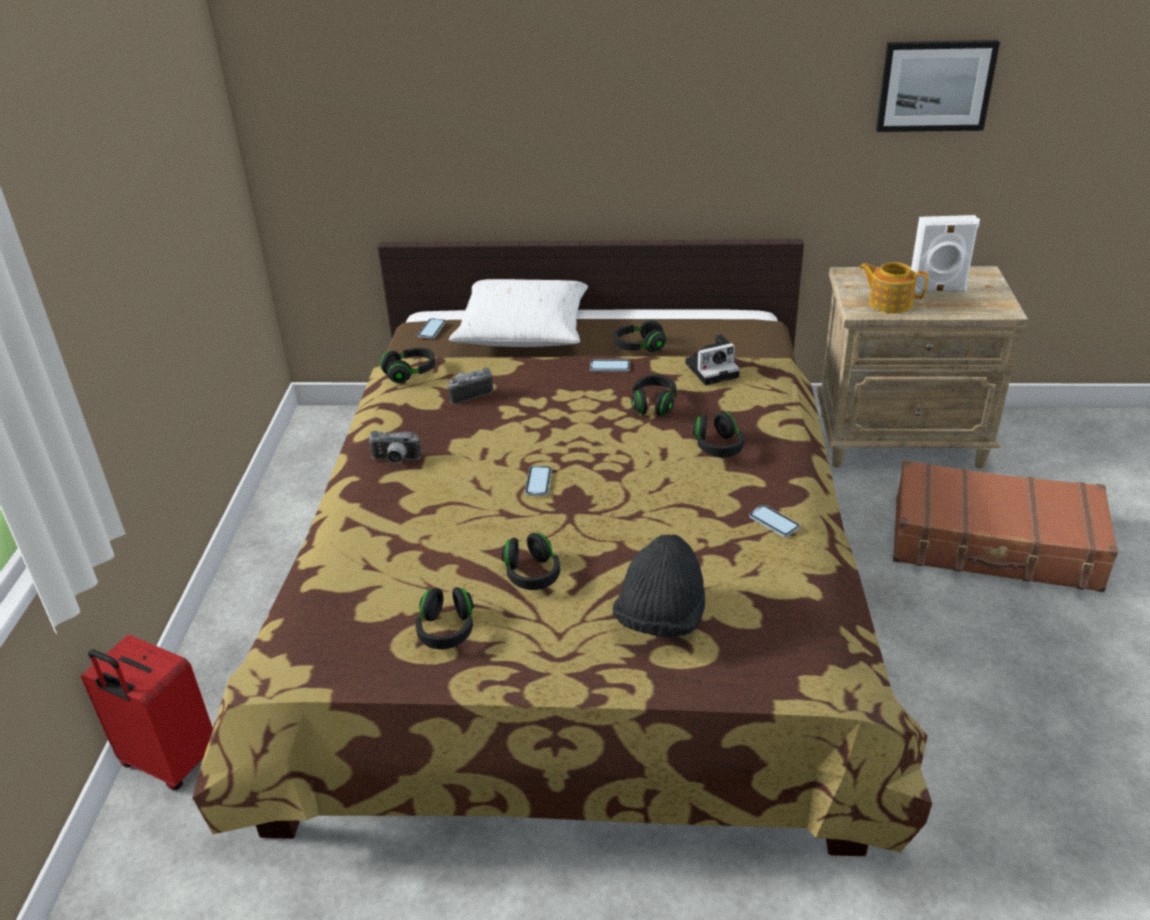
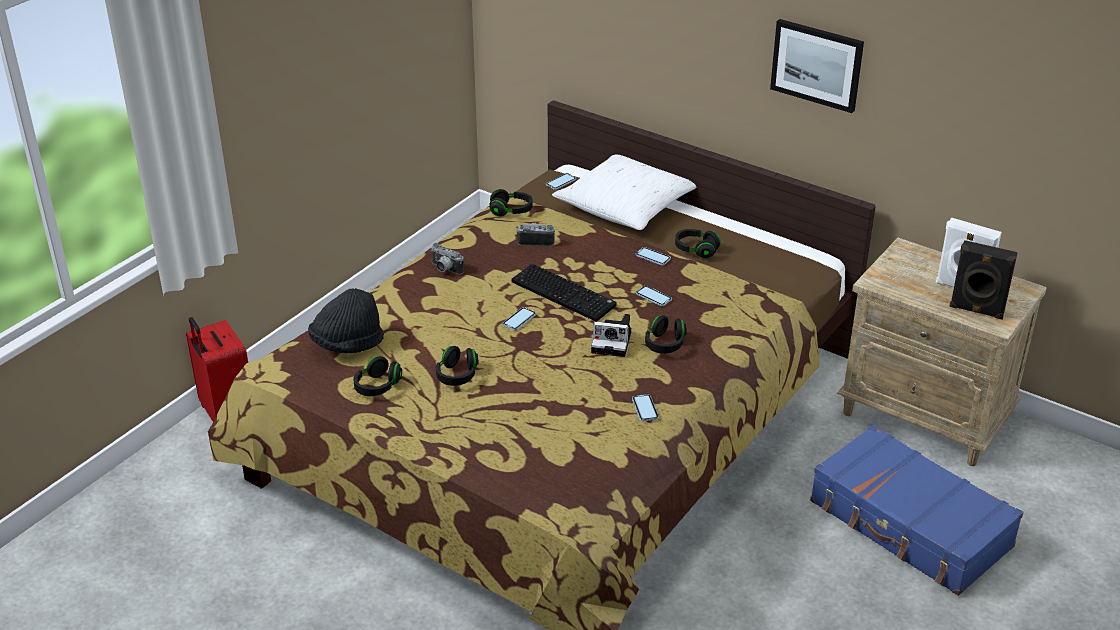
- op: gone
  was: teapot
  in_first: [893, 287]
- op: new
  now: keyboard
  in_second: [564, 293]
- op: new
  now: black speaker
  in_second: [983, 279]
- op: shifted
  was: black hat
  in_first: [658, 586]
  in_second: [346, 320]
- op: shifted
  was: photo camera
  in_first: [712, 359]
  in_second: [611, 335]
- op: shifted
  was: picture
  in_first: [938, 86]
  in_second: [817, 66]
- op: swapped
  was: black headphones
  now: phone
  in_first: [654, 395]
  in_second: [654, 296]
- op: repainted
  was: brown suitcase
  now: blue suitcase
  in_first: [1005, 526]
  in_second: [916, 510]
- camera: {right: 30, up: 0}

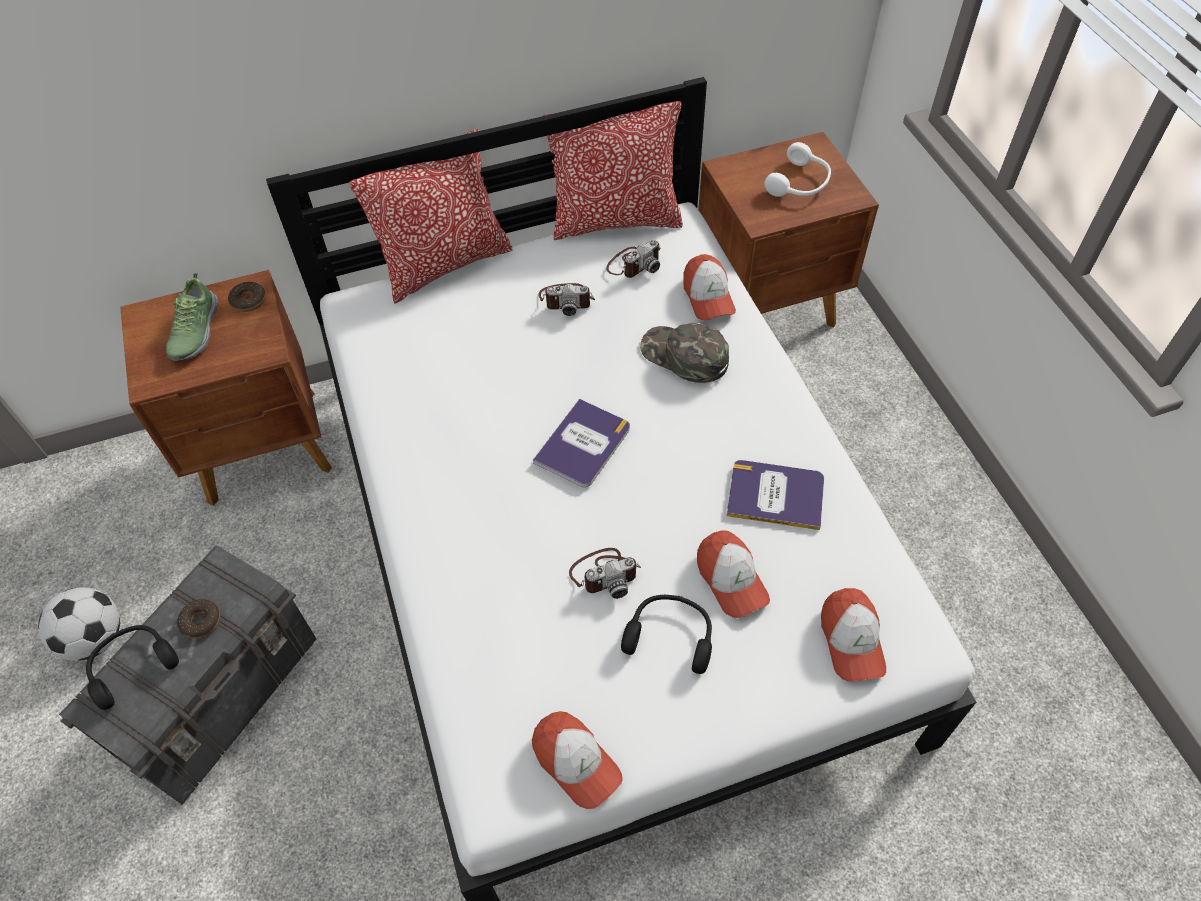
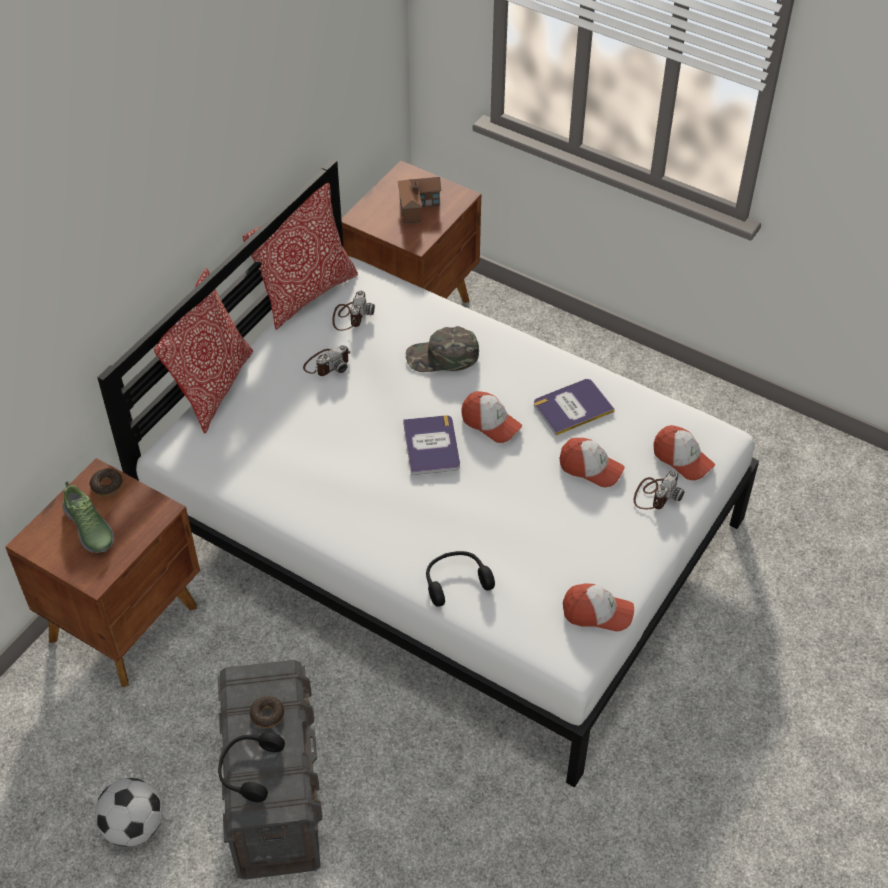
- op: shifted
  was: photo camera
  in_first: [605, 573]
  in_second: [659, 490]
- op: shifted
  was: black headphones
  in_first: [666, 634]
  in_second: [460, 579]
- op: shifted
  was: cap
  in_first: [709, 287]
  in_second: [491, 417]
- op: swapped
  was: white headphones
  now: toy house
  in_first: [797, 169]
  in_second: [419, 200]
- camera: {right: -40, up: -5}

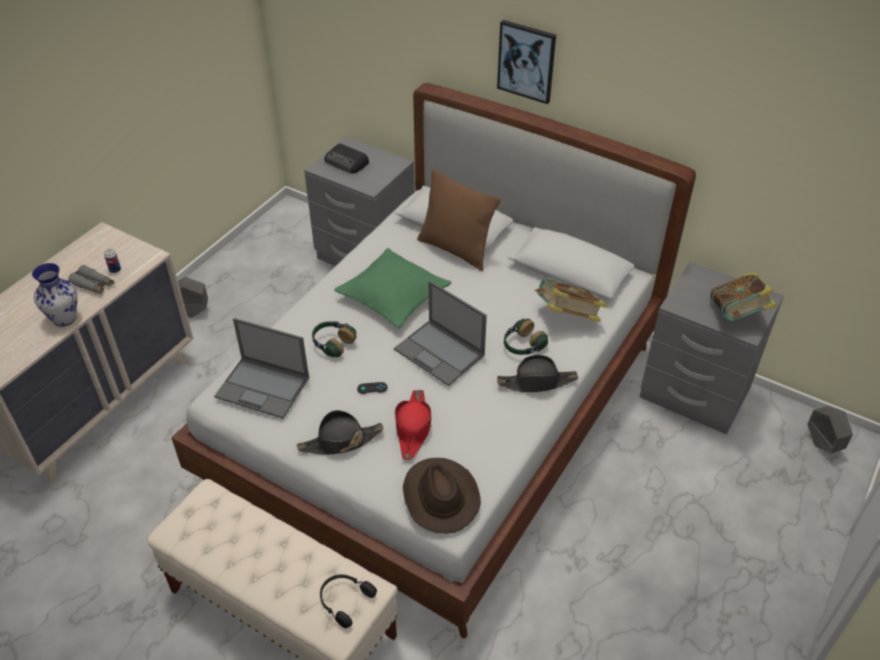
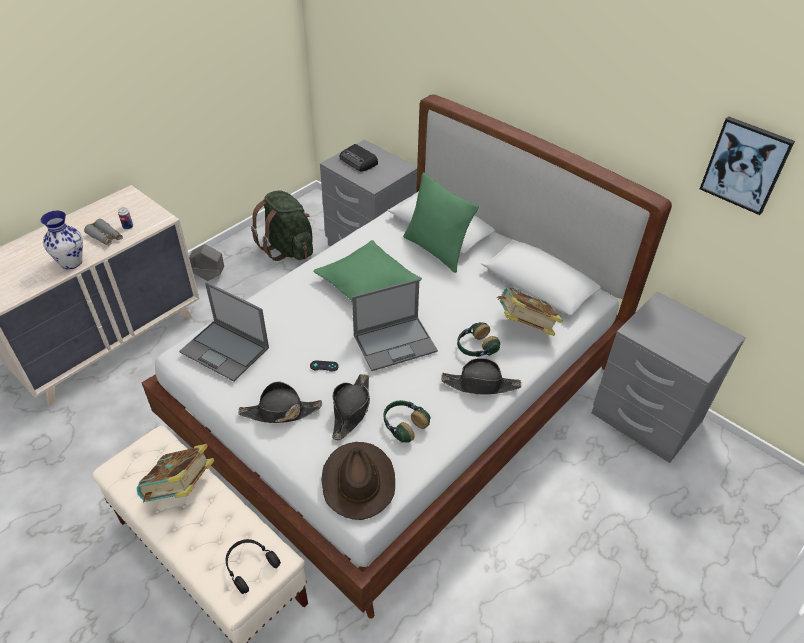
- op: gone
  was: grey planter
  in_first: [830, 429]
- op: new
  now: green backpack
  in_second: [282, 226]
- op: shifted
  was: headphones
  in_first: [334, 339]
  in_second: [406, 421]
- op: shifted
  was: picture
  in_first: [526, 62]
  in_second: [747, 165]
- op: shifted
  was: book
  in_first: [744, 296]
  in_second: [175, 473]
- op: repainted
  was: red hat
  now: black hat
  in_first: [413, 425]
  in_second: [351, 407]
- op: repainted
  was: brown pillow
  now: green pillow
  in_first: [459, 220]
  in_second: [441, 223]
- op: rotated
  was: laptop
  in_first: [440, 333]
  in_second: [395, 325]
  clockwise: -75
- camera: {right: 10, up: 0}

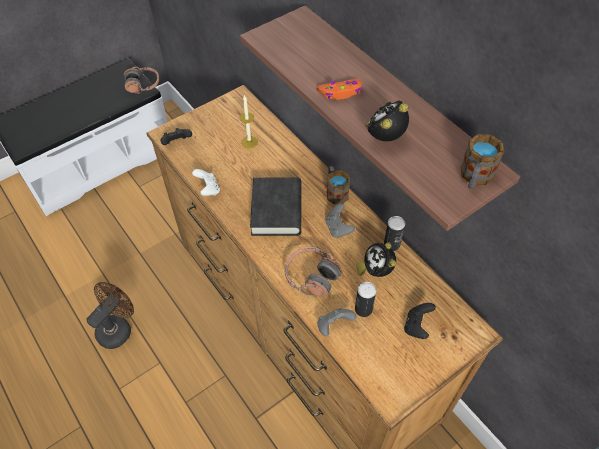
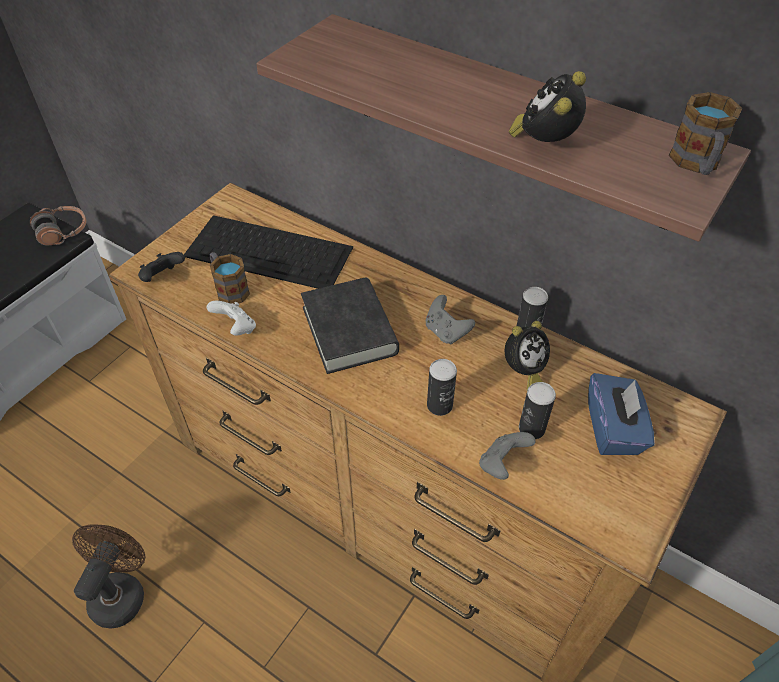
- op: gone
  was: orange game controller
  in_first: [339, 89]
- op: shifted
  was: mug
  in_first: [338, 185]
  in_second: [230, 278]
- op: swapped
  was: candle
  now: keyboard
  in_first: [248, 121]
  in_second: [268, 252]
- op: swapped
  was: headphones
  now: can
  in_first: [313, 271]
  in_second: [442, 387]
- op: swapped
  was: black game controller
  now: blue tissue box
  in_first: [420, 321]
  in_second: [621, 414]
- op: rotated
  was: alarm clock
  in_first: [376, 259]
  in_second: [527, 355]
  clockwise: -90
- camera: {right: -20, up: -5}

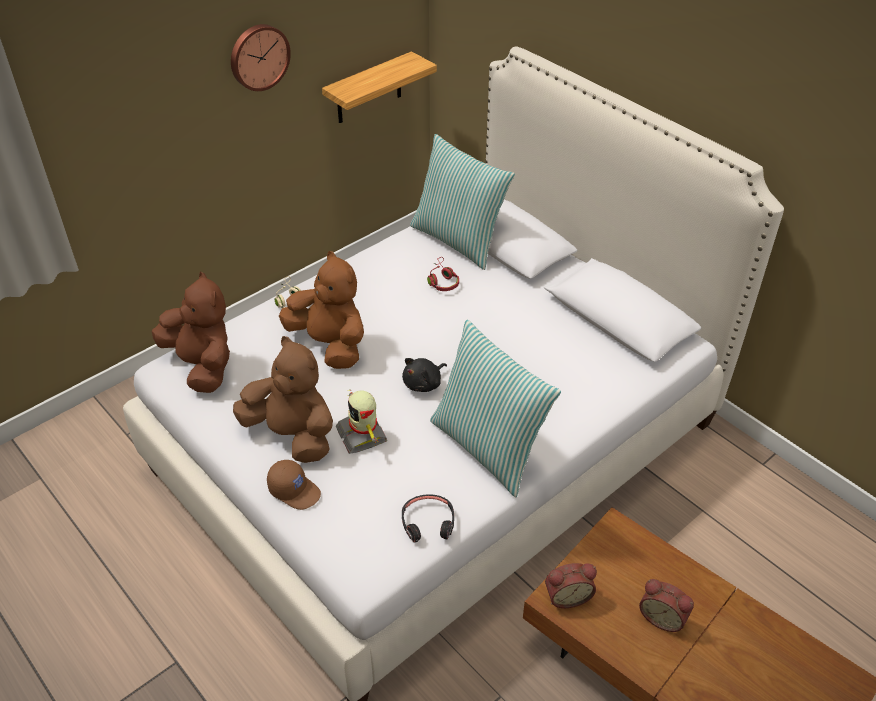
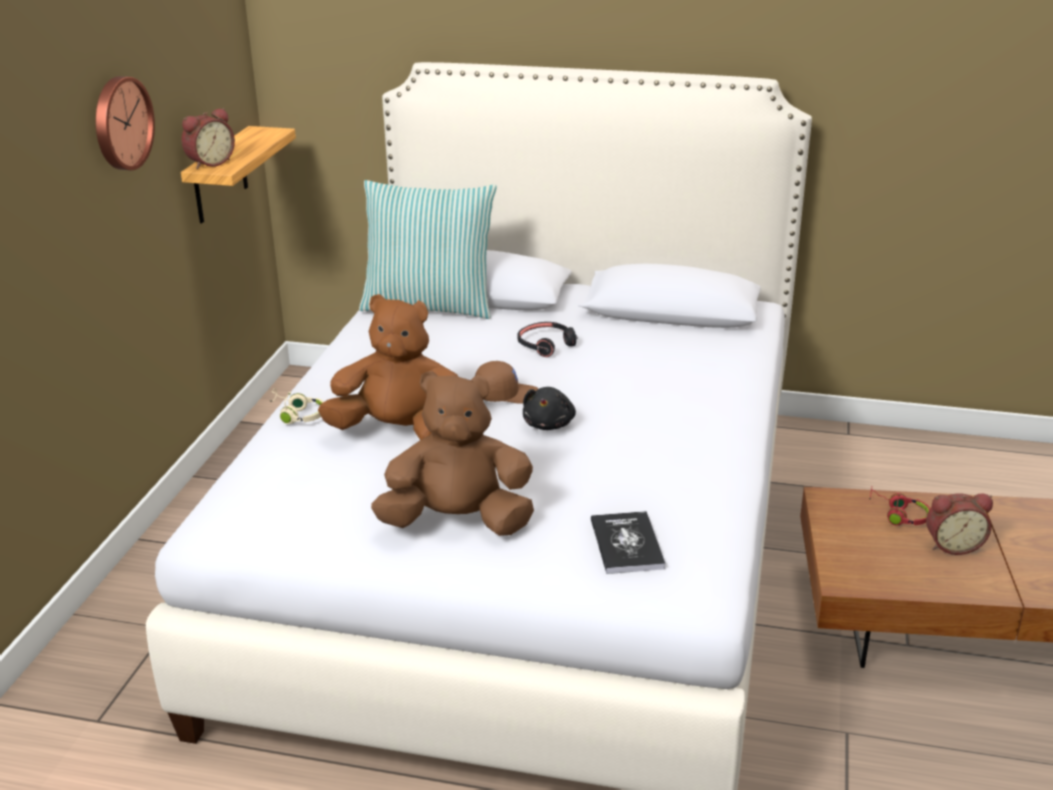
- op: gone
  was: brown plush toy
  in_first: [190, 332]
- op: gone
  was: toy robot
  in_first: [361, 422]
- op: gone
  was: pillow
  in_first: [495, 408]
- op: new
  now: book
  in_second: [628, 542]
- op: shifted
  was: brown cap
  in_first: [294, 485]
  in_second: [506, 382]
- op: shifted
  was: black headphones
  in_first: [428, 518]
  in_second: [547, 339]
- op: shifted
  was: red headphones
  in_first: [443, 274]
  in_second: [899, 506]
- op: shifted
  was: alarm clock
  in_first: [571, 585]
  in_second: [208, 138]
- camera: {right: -35, up: -15}

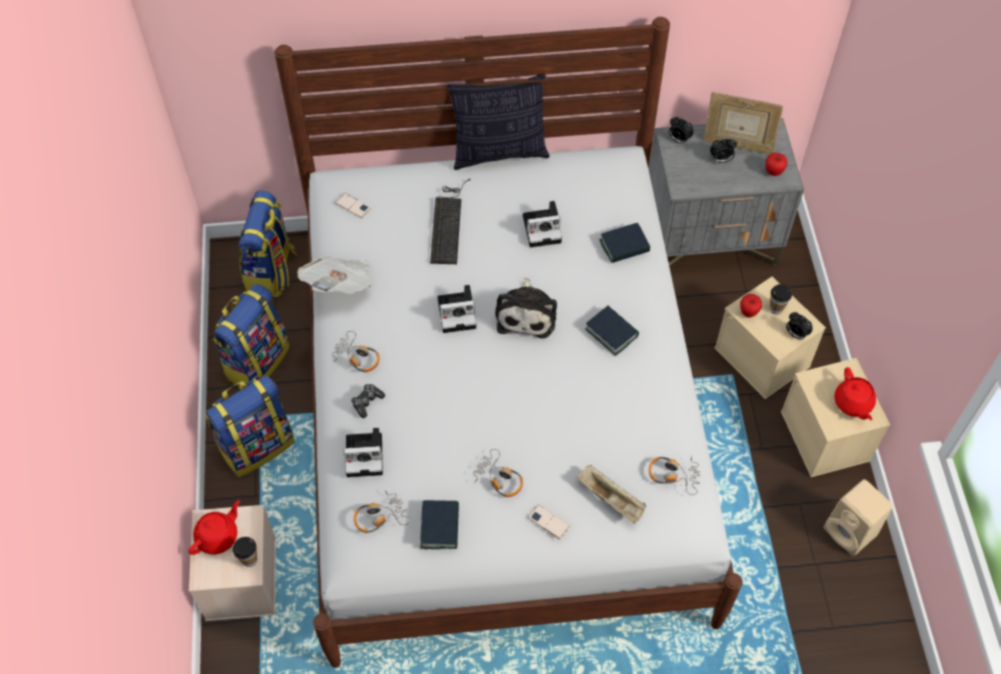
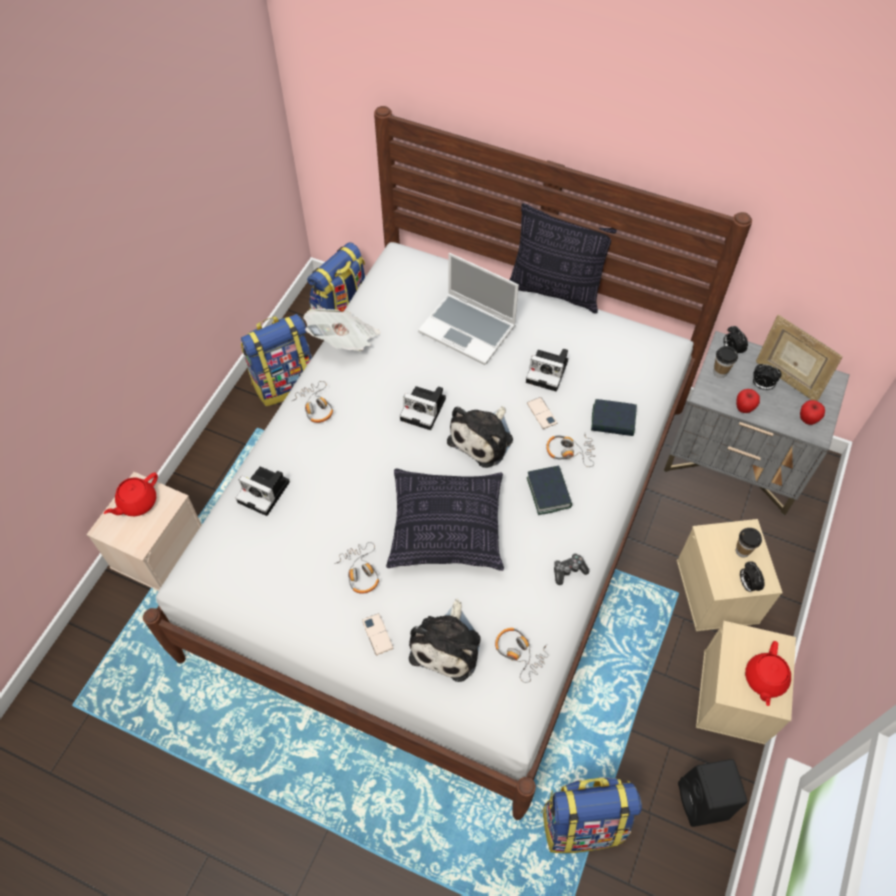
- op: gone
  was: book
  in_first: [439, 524]
- op: new
  now: pillow
  in_second: [445, 519]
- op: shifted
  was: backpack
  in_first: [250, 426]
  in_second: [591, 815]
- op: shifted
  was: cup
  in_first: [245, 552]
  in_second: [725, 362]
- op: shifted
  was: phone
  in_first: [353, 205]
  in_second: [542, 413]
- op: shifted
  was: game controller
  in_first: [368, 401]
  in_second: [571, 569]
- op: shifted
  was: headphones
  in_first: [382, 511]
  in_second: [570, 450]
- op: shifted
  was: apple
  in_first: [751, 306]
  in_second: [748, 401]
- op: swapped
  was: keyboard
  now: laptop
  in_first: [450, 221]
  in_second: [468, 309]
- op: swapped
  was: beige tray
  now: plush toy
  in_first: [611, 494]
  in_second: [445, 640]
- op: repainted
  was: beige speaker
  now: black speaker
  in_first: [858, 517]
  in_second: [712, 793]
- op: rotated
  was: red teapot
  in_first: [214, 527]
  in_second: [131, 494]
  clockwise: 150
- camera: {right: 30, up: 0}

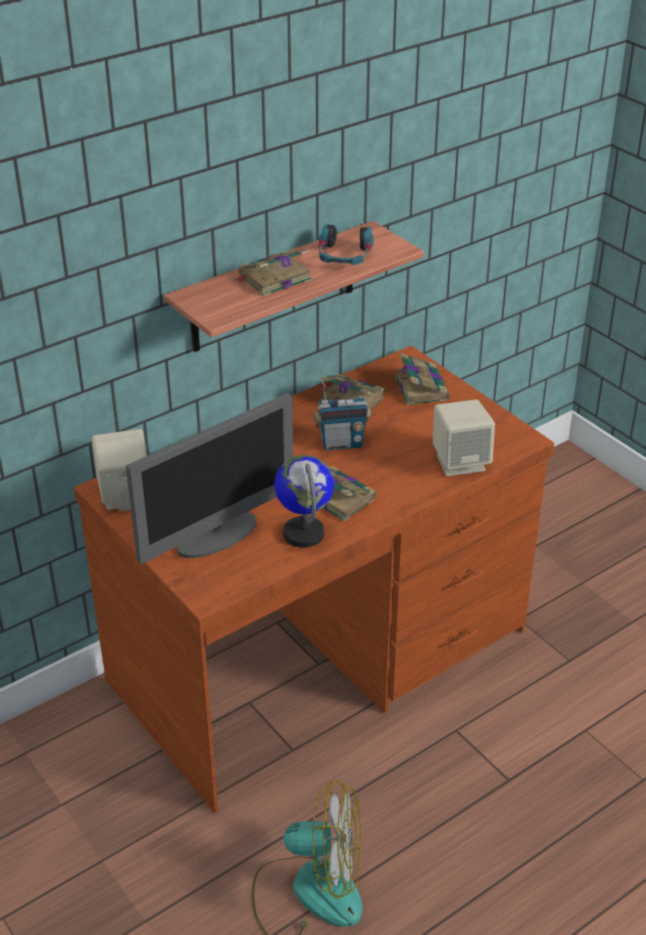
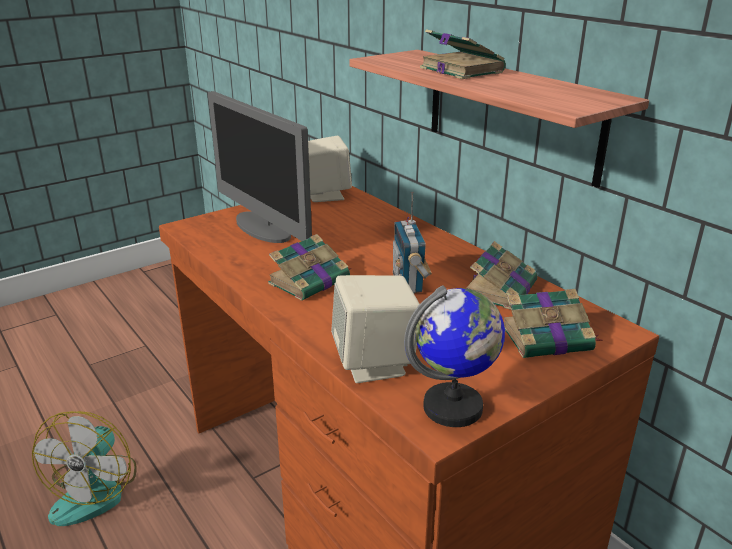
- op: gone
  was: headphones
  in_first: [346, 244]
- op: shifted
  was: globe
  in_first: [304, 501]
  in_second: [454, 356]
- camera: {right: 90, up: -10}

